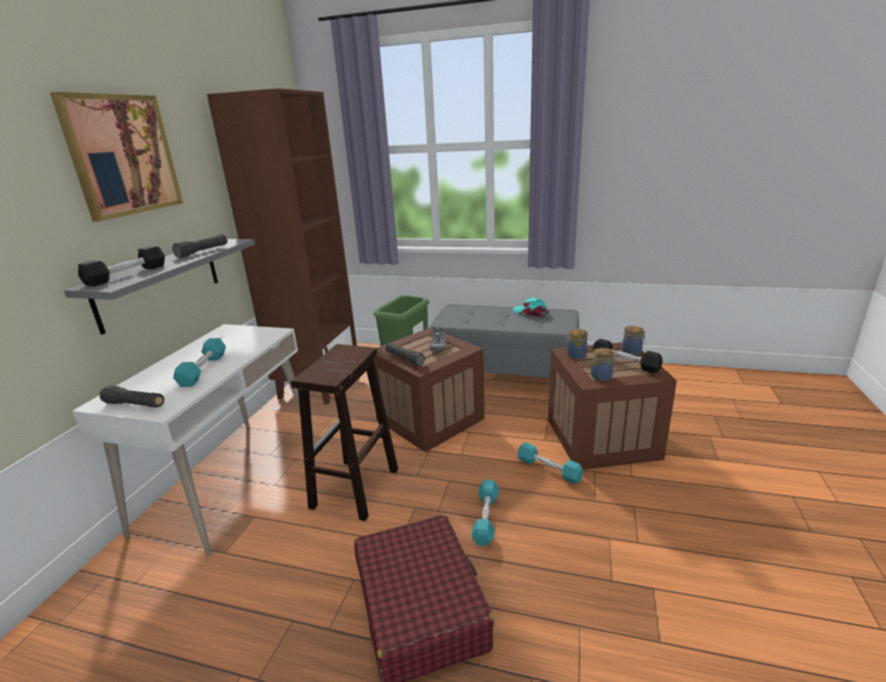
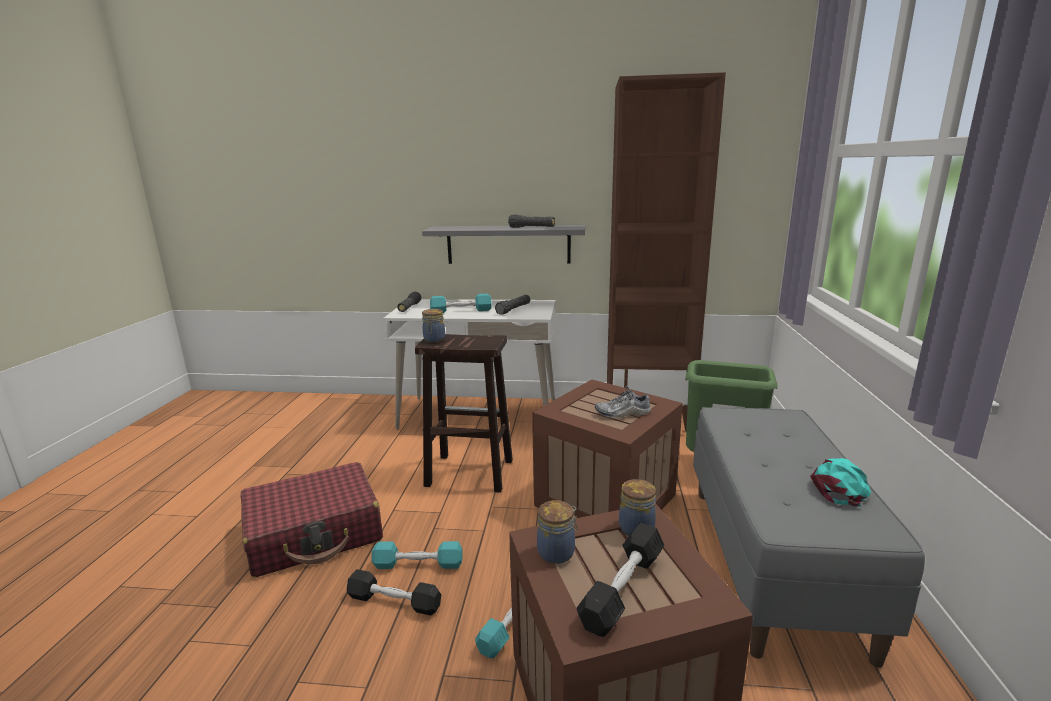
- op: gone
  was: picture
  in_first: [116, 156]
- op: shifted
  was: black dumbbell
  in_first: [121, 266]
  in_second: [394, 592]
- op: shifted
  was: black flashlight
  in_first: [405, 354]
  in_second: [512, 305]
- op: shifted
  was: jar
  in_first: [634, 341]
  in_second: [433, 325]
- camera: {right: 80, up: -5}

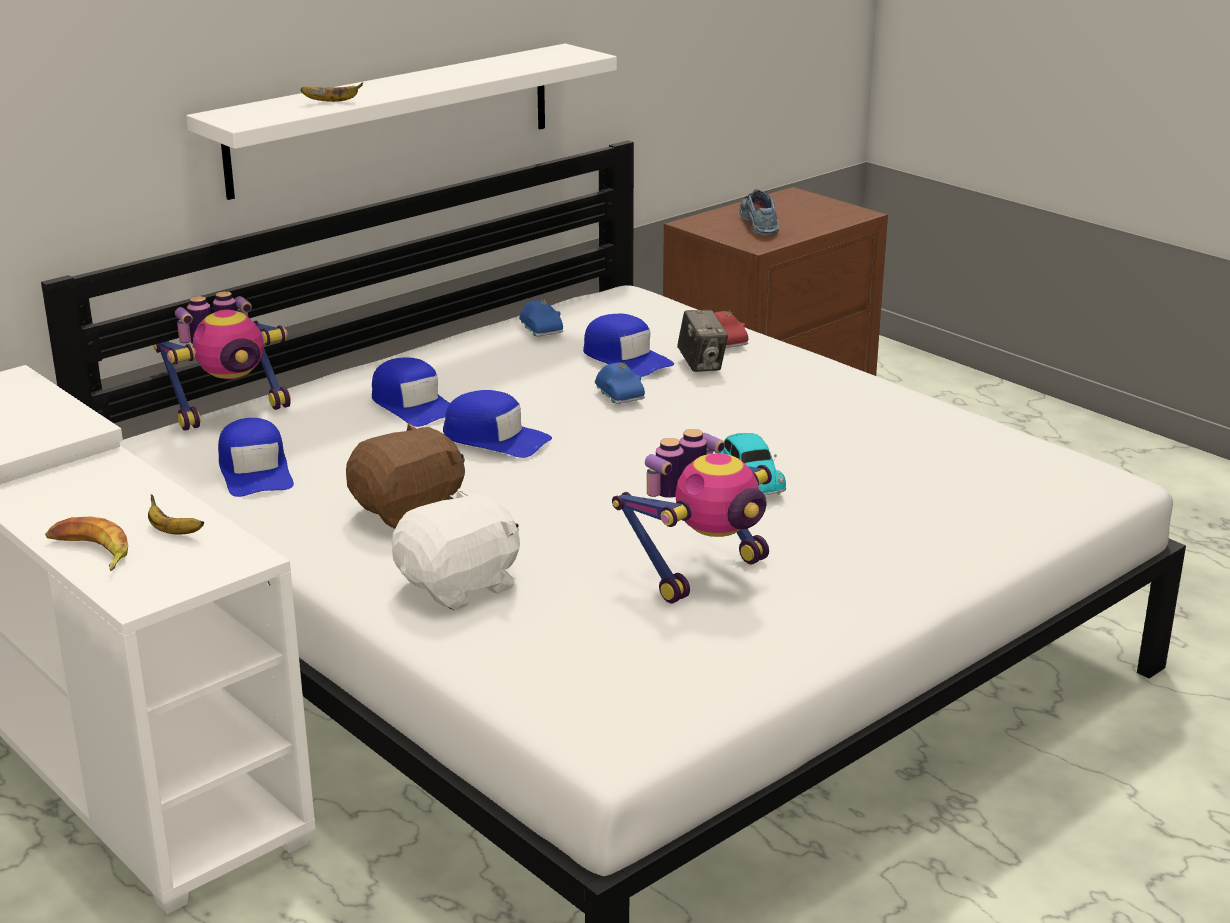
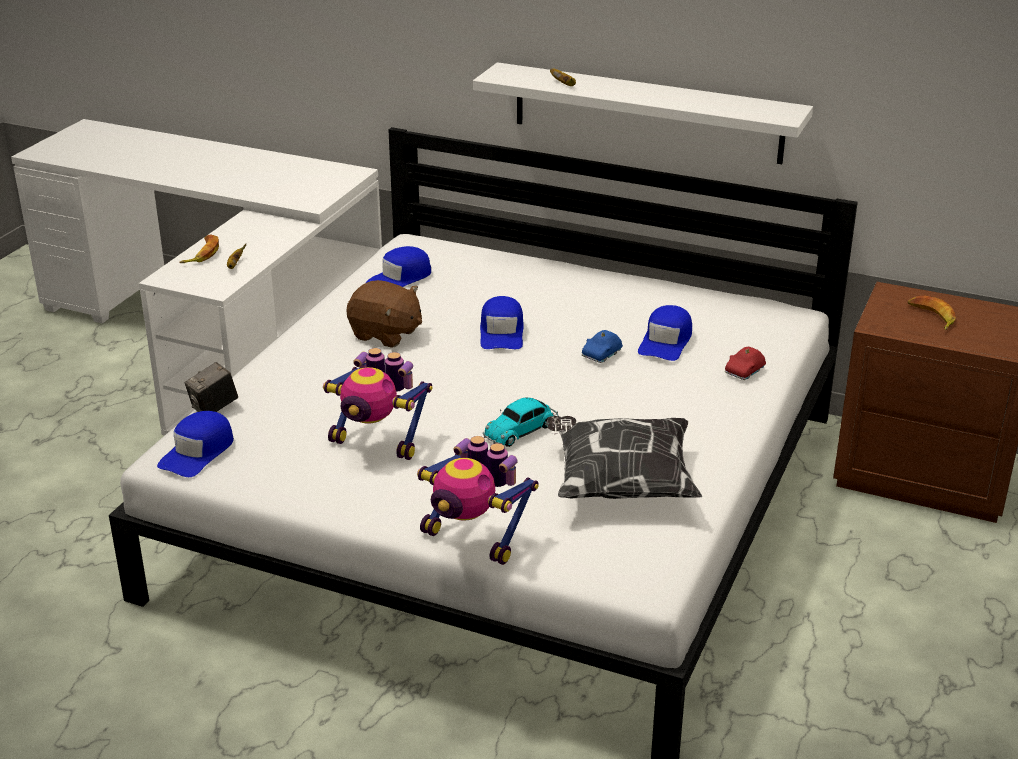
- op: gone
  was: white plush toy
  in_first: [455, 550]
- op: gone
  was: blue toy car
  in_first: [541, 318]
- op: new
  now: pillow
  in_second: [624, 457]
- op: shifted
  was: toy robot
  in_first: [222, 361]
  in_second: [478, 500]
- op: shifted
  was: blue cap
  in_first: [411, 392]
  in_second: [195, 444]
- op: shifted
  was: photo camera
  in_first: [702, 341]
  in_second: [211, 387]
- op: swapped
  was: shoe
  now: banana
  in_first: [759, 212]
  in_second: [932, 313]
- camera: {right: 65, up: 5}

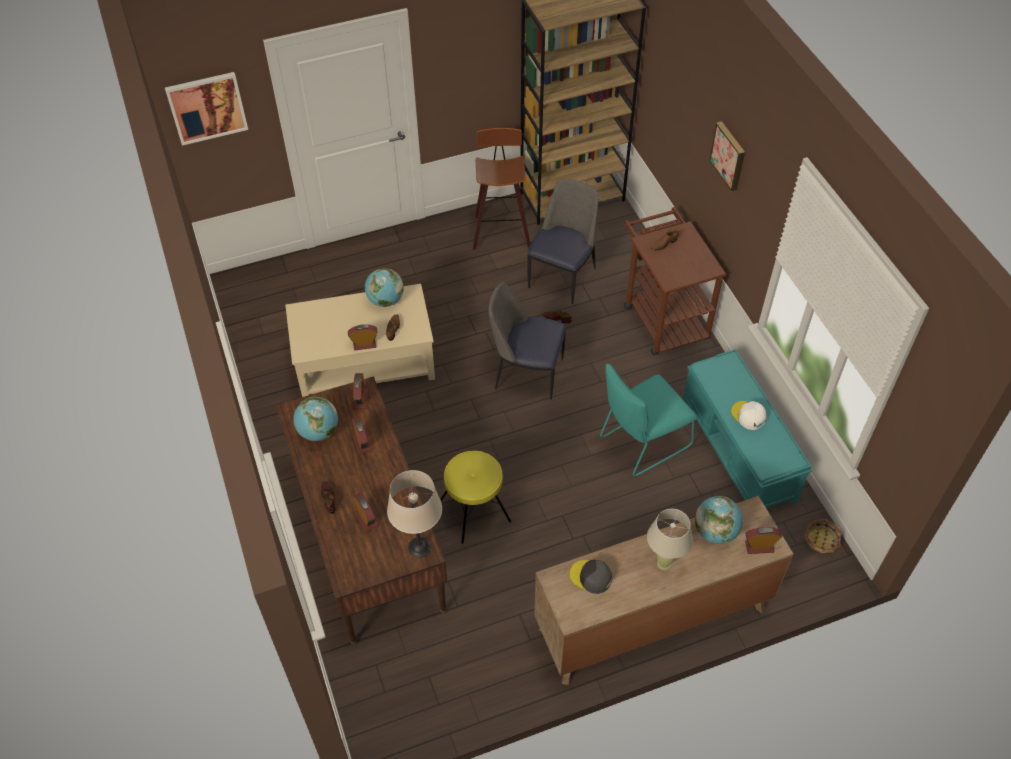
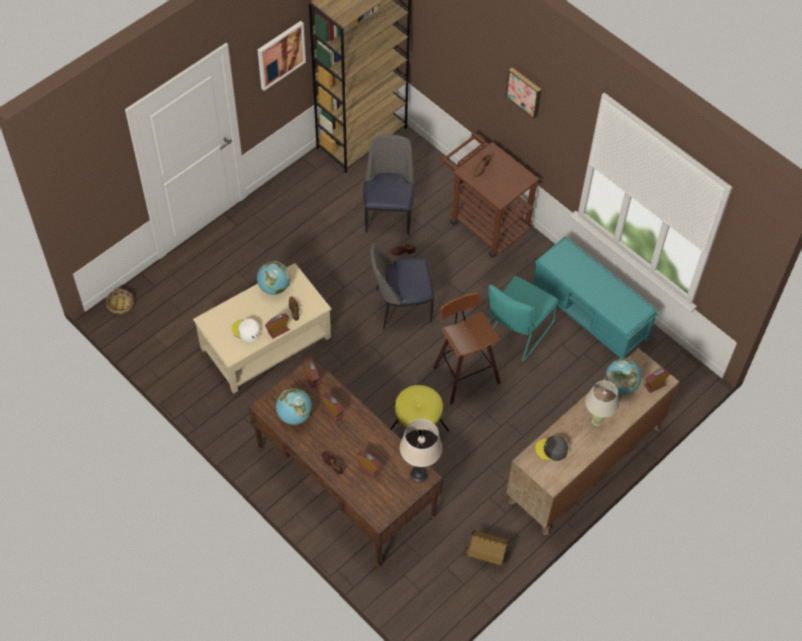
- op: new
  now: toy house
  in_second: [486, 548]
- op: shifted
  was: picture
  in_first: [206, 109]
  in_second: [282, 56]
- op: shifted
  was: stool
  in_first: [502, 189]
  in_second: [467, 349]
- op: shifted
  was: white cap
  in_first: [749, 415]
  in_second: [246, 330]
- op: shifted
  was: basket
  in_first: [823, 538]
  in_second: [120, 301]
- camera: {right: -25, up: 5}

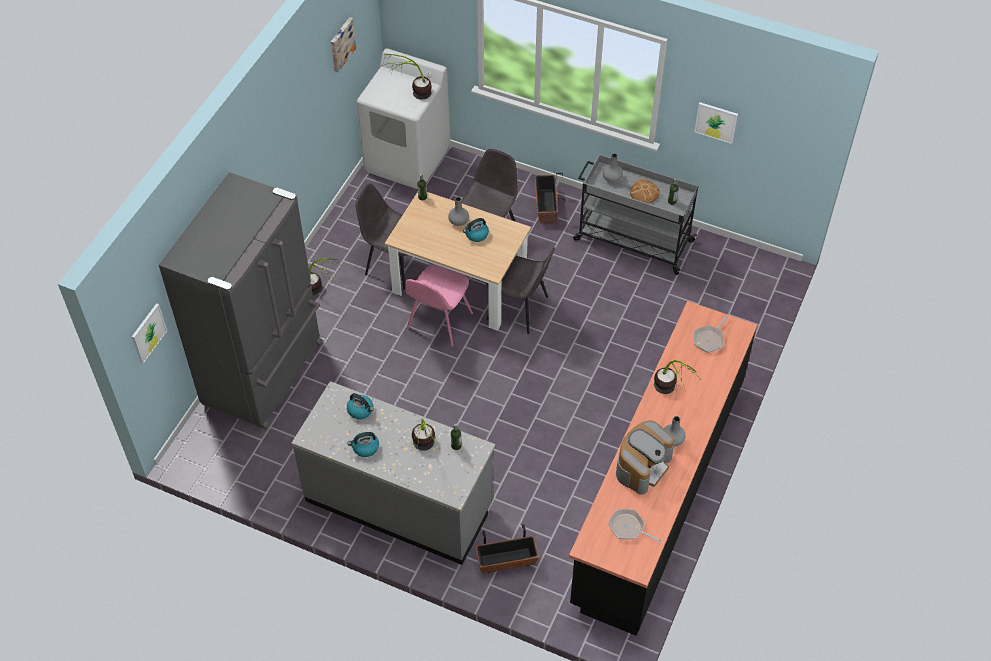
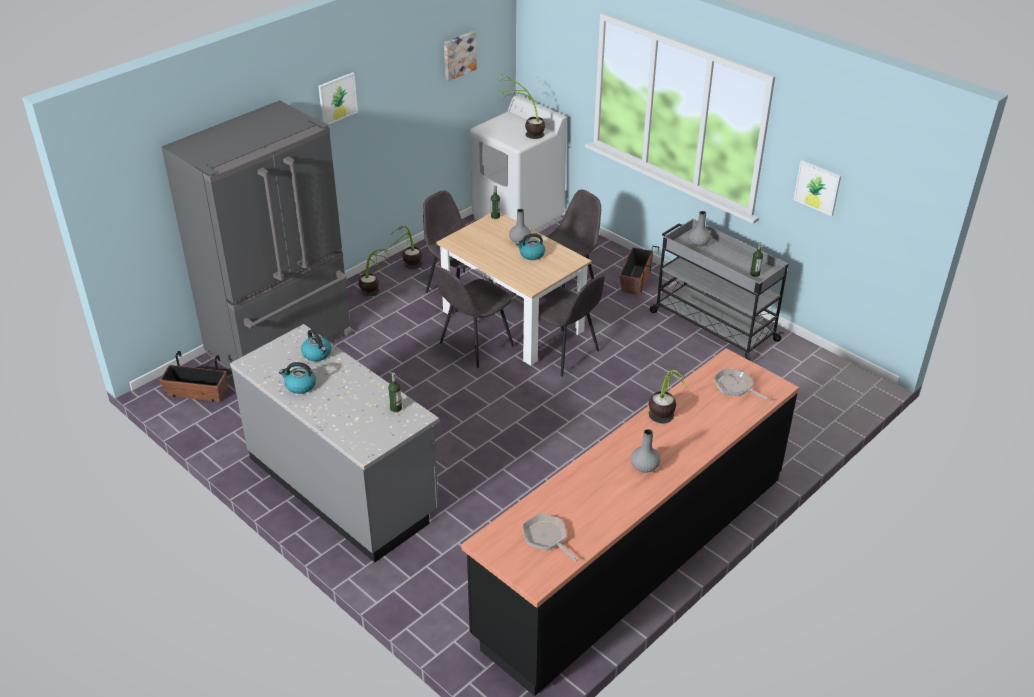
- op: gone
  was: coffee machine
  in_first: [645, 458]
- op: gone
  was: bread
  in_first: [645, 191]
- op: shifted
  was: picture
  in_first: [149, 333]
  in_second: [338, 98]
- op: shifted
  was: potted plant
  in_first: [424, 434]
  in_second: [406, 247]
- op: shifted
  was: planter
  in_first: [507, 549]
  in_second: [193, 376]
- op: repainted
  was: pink chair
  now: grey chair
  in_first: [439, 305]
  in_second: [475, 317]
- op: rotated
  was: frying pan
  in_first: [710, 334]
  in_second: [741, 384]
  clockwise: 75
- camera: {right: 20, up: -15}

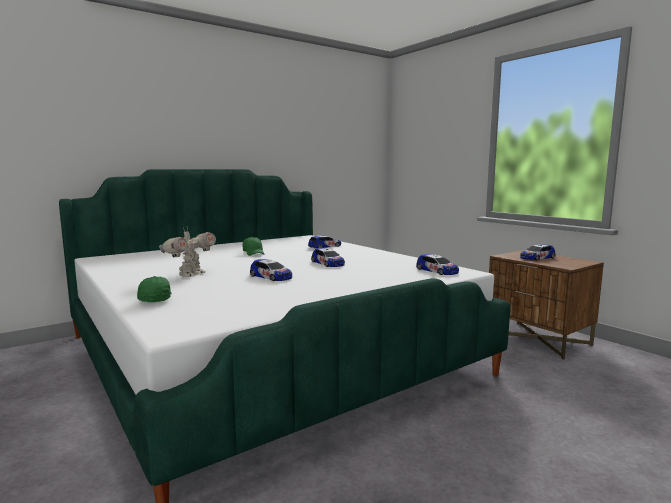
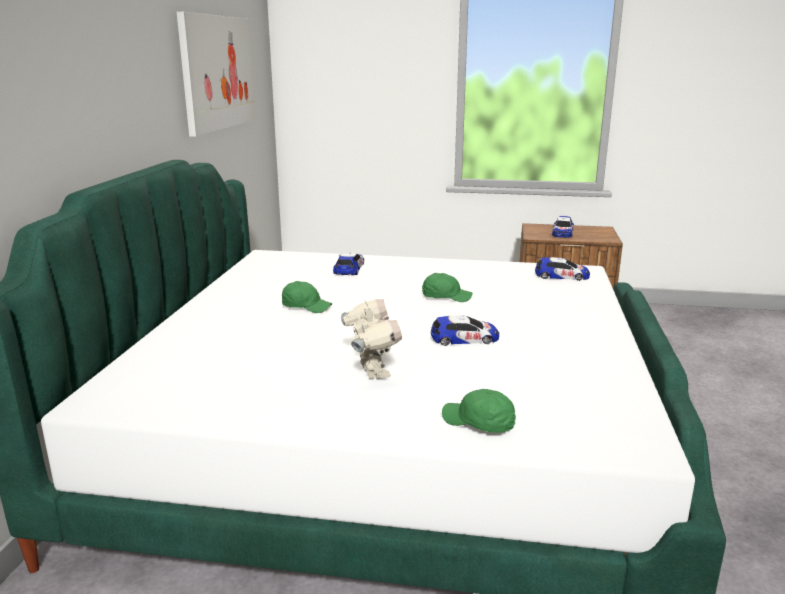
- op: new
  now: picture
  in_second: [216, 74]
- op: swapped
  was: toy car
  now: green cap
  in_first: [328, 257]
  in_second: [447, 287]
- camera: {right: -45, up: 10}

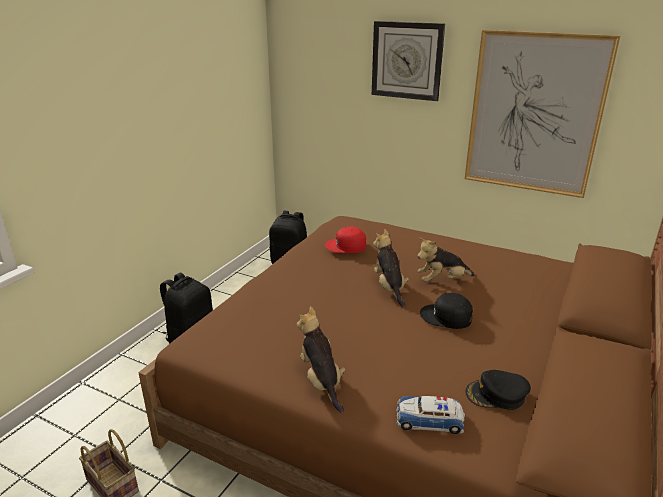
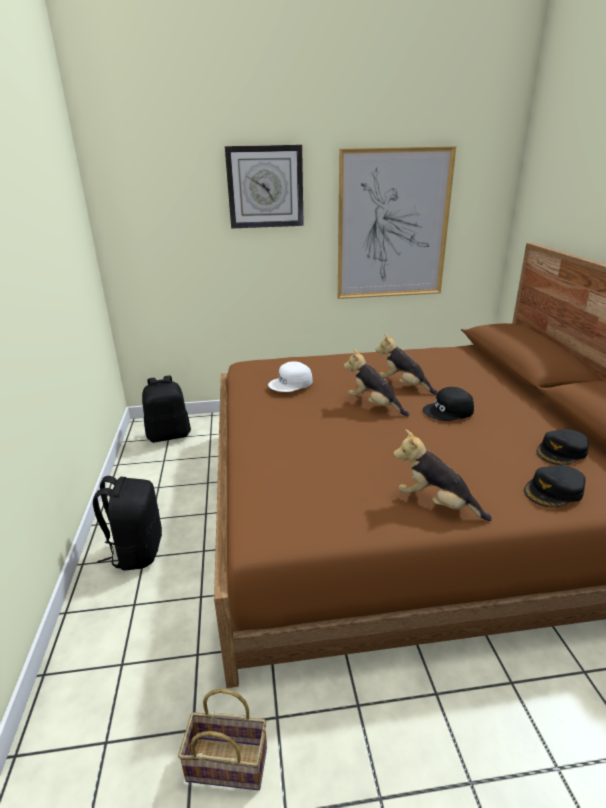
- op: swapped
  was: toy car
  now: black cap
  in_first: [430, 415]
  in_second: [555, 486]
- op: repainted
  was: red cap
  now: white cap
  in_first: [345, 240]
  in_second: [290, 377]
- op: rotated
  was: plush toy
  in_first: [446, 260]
  in_second: [406, 364]
  clockwise: 90
- camera: {right: -35, up: 0}

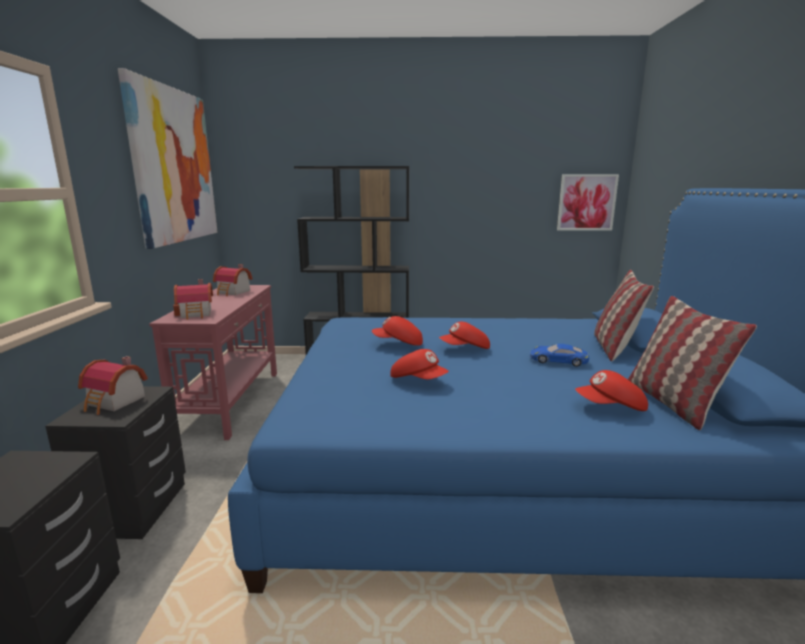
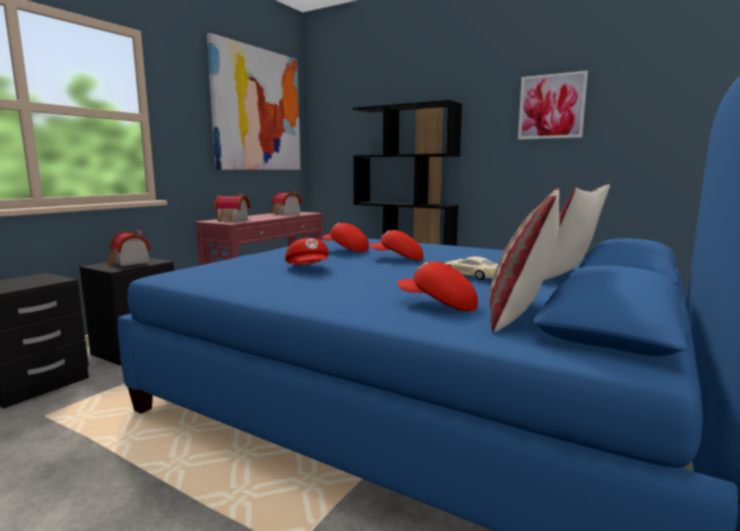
- op: shifted
  was: picture
  in_first: [588, 202]
  in_second: [553, 105]
- op: repainted
  was: blue toy car
  now: beige toy car
  in_first: [559, 355]
  in_second: [471, 268]
- camera: {right: 30, up: -5}

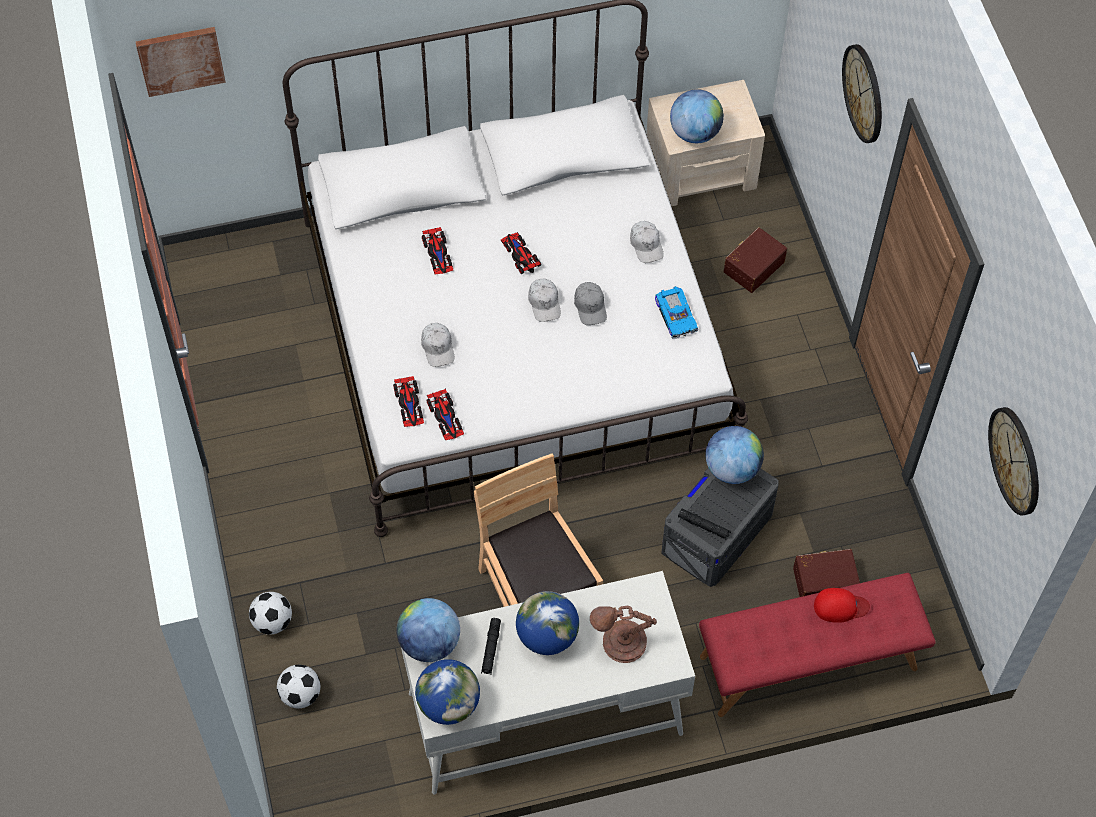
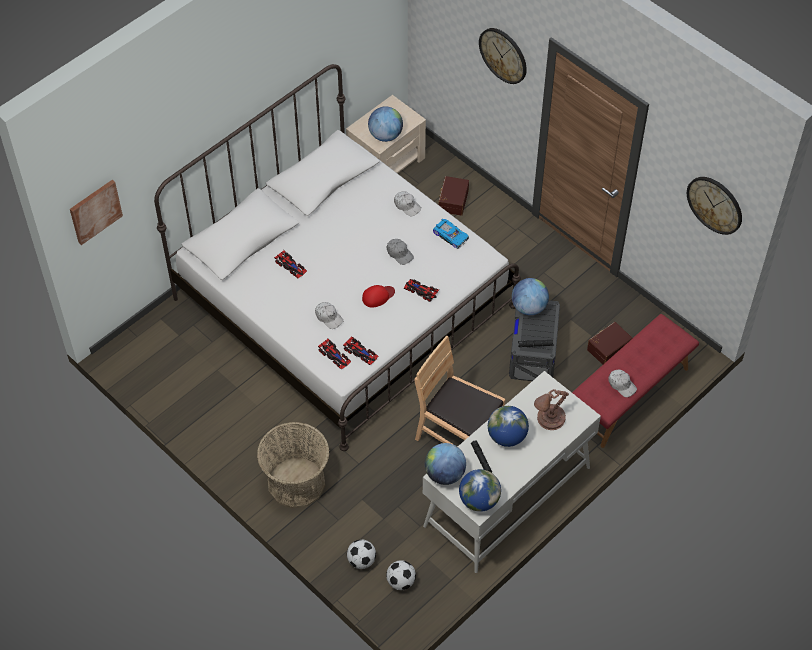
- op: new
  now: basket
  in_second: [293, 465]
- op: shifted
  was: football
  in_first: [270, 613]
  in_second: [401, 575]
- op: shifted
  was: toy car
  in_first: [521, 253]
  in_second: [421, 290]
- op: shifted
  was: white cap
  in_first: [544, 300]
  in_second: [622, 383]
- op: shifted
  was: red cap
  in_first: [842, 605]
  in_second: [378, 296]
- camera: {right: -30, up: -5}

